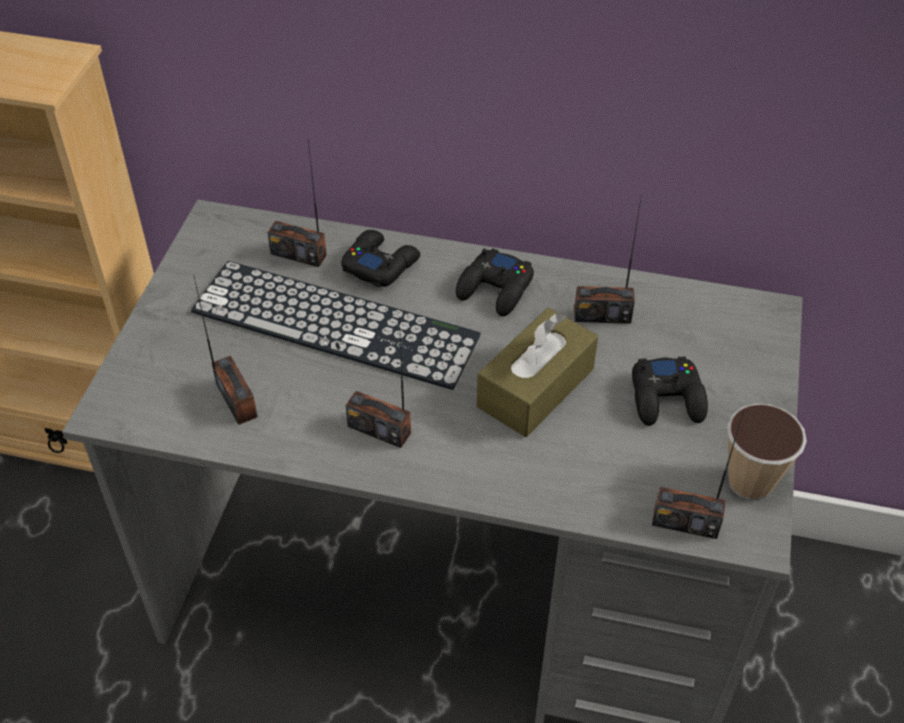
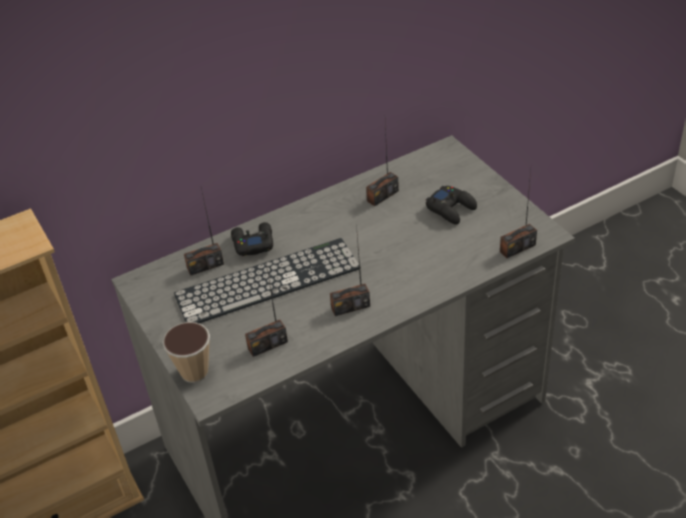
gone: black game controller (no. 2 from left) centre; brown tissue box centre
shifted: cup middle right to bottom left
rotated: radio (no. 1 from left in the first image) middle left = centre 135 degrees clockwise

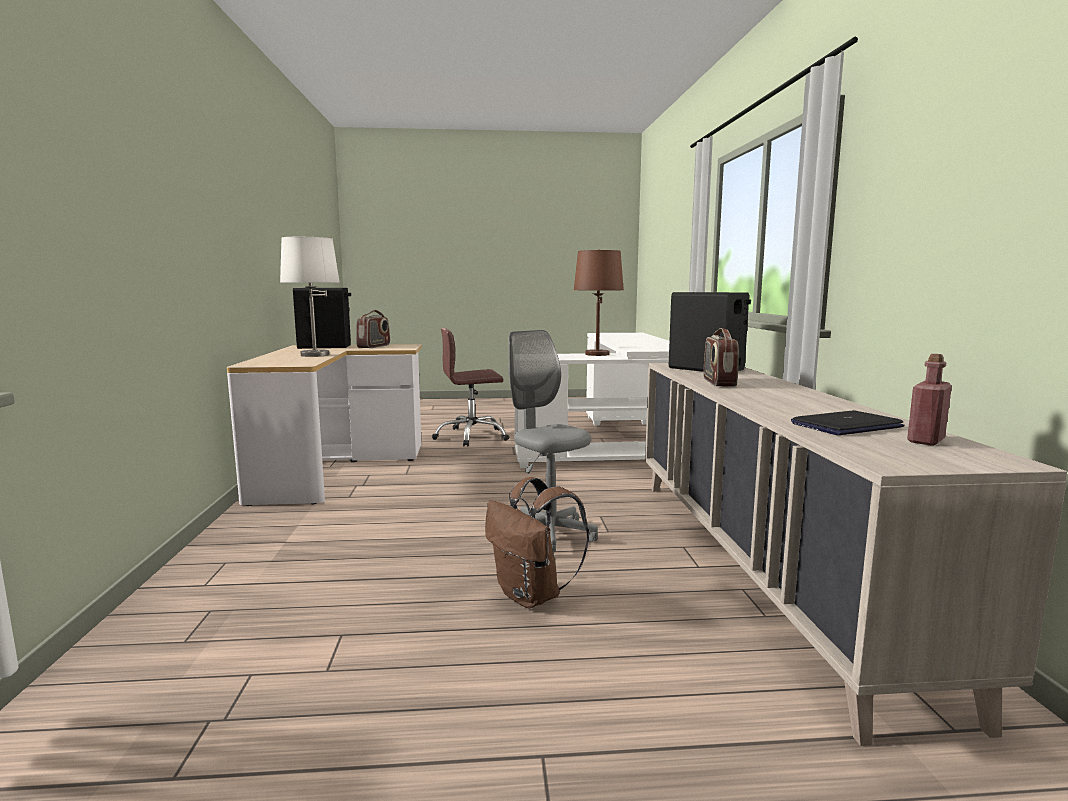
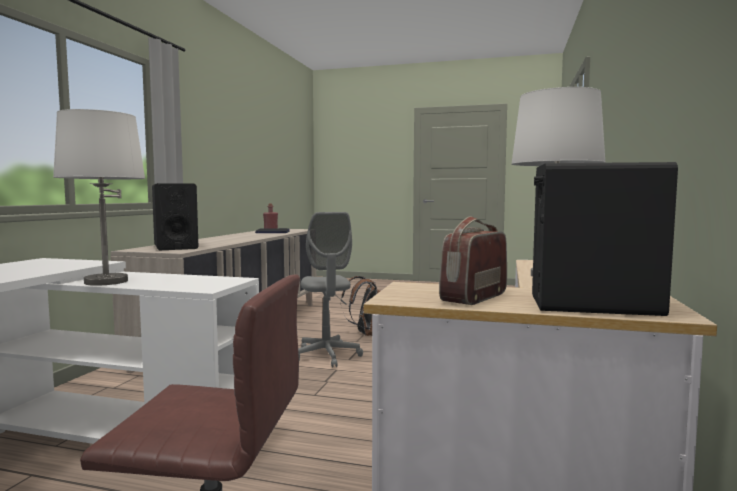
gone: radio (no. 2 from left) middle right
repainted: brown table lamp centre to white table lamp (no. 1 from left) middle left

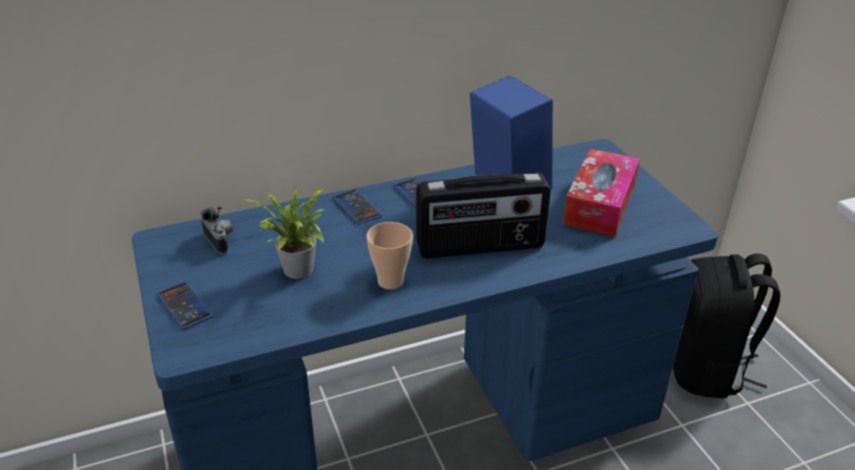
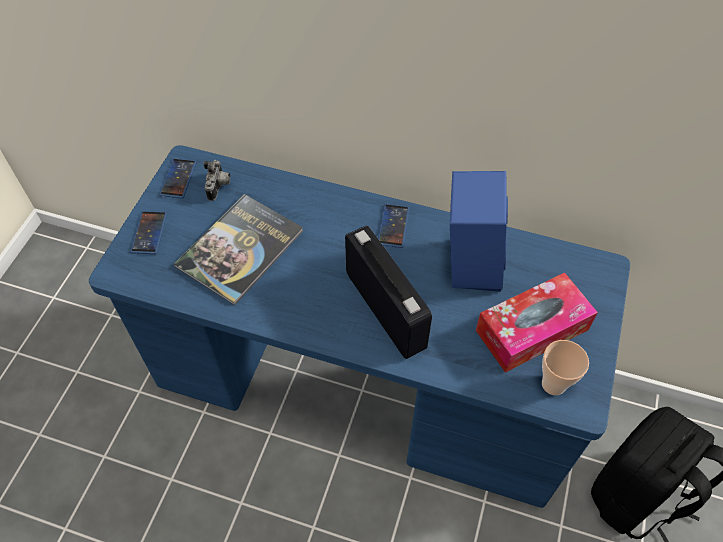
shifted: phone (no. 2 from left) centre to top left; cup centre to bottom right
swapped: potted plant middle left to book middle left
rotated: radio centre = centre 150 degrees counterclockwise

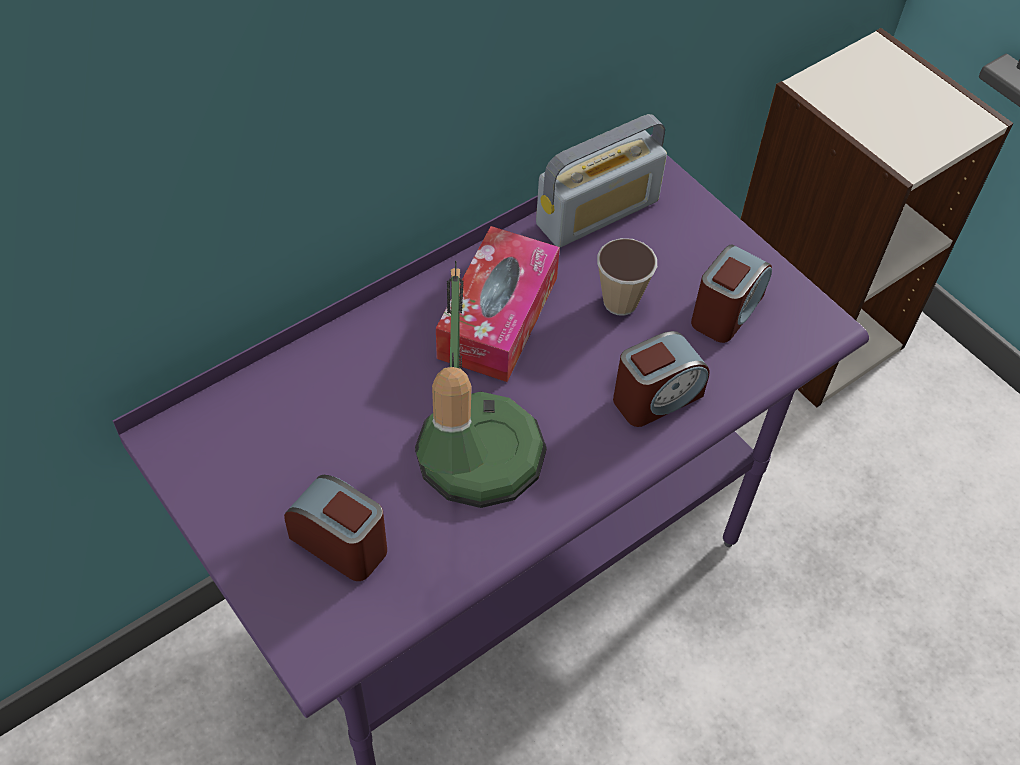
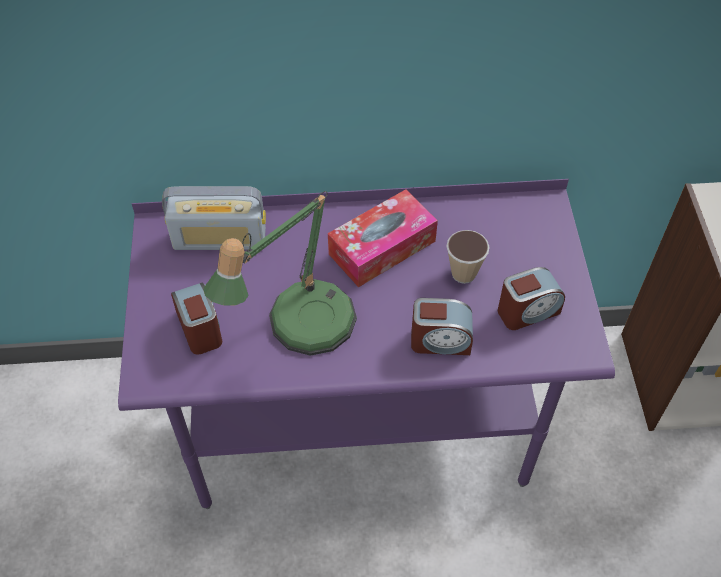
shifted: radio top centre to middle left

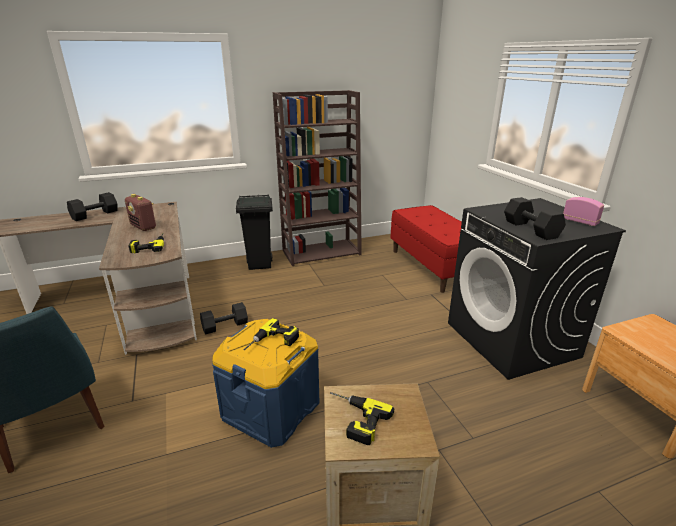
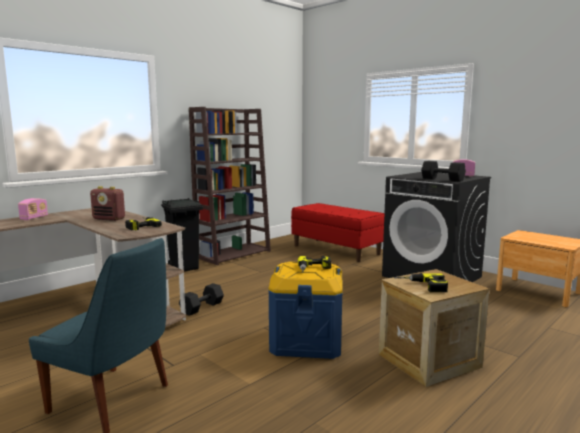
swapped: black dumbbell (no. 1 from left) middle left to radio (no. 1 from left) middle left

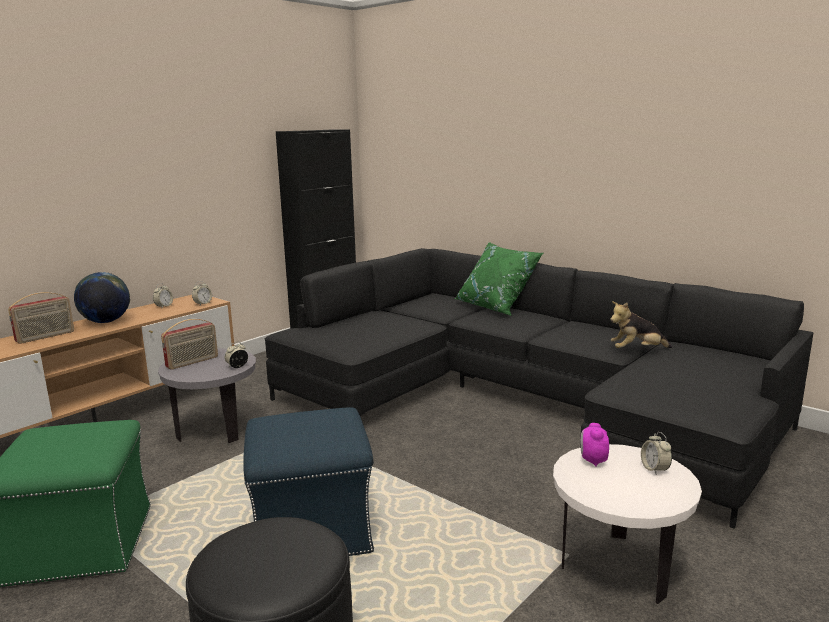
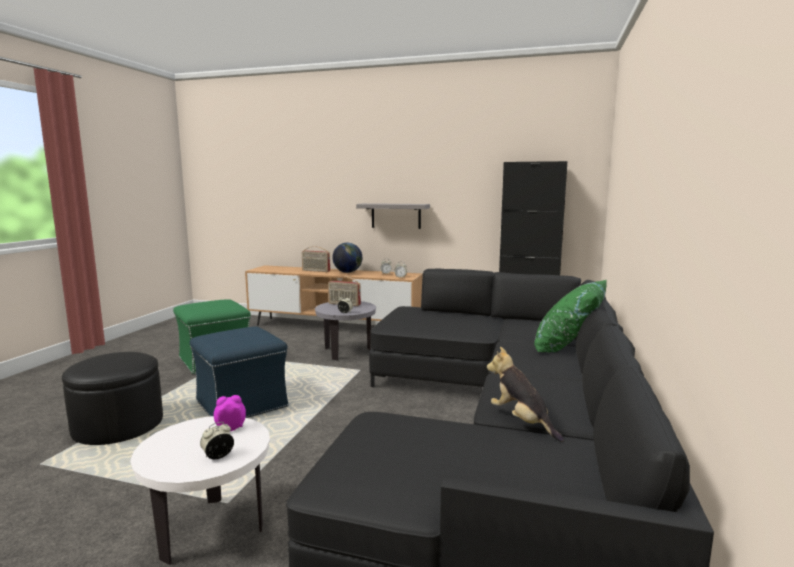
new: grey shelf centre

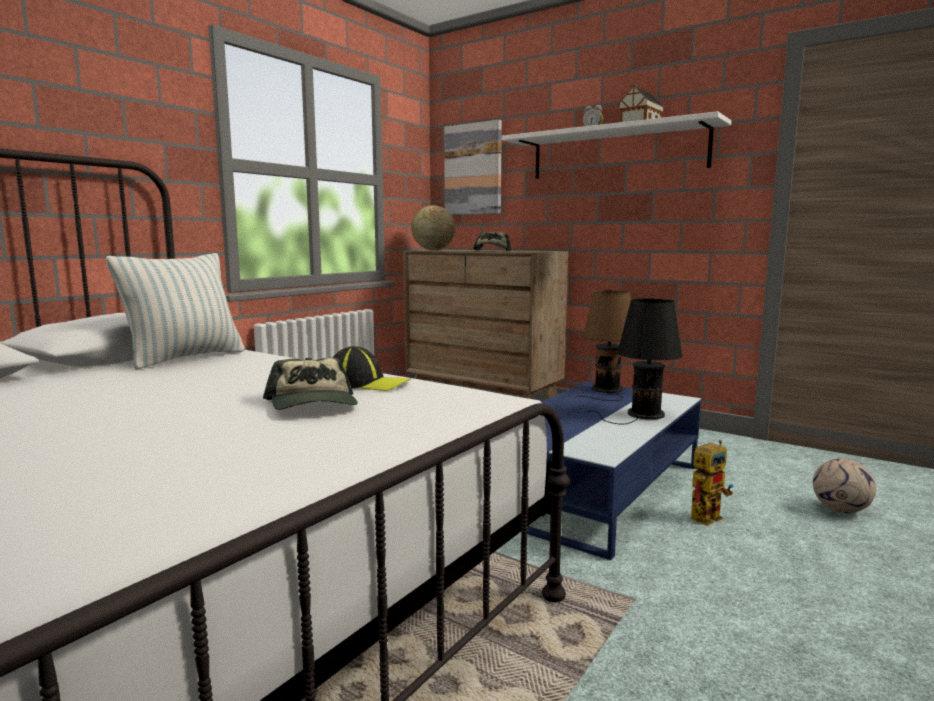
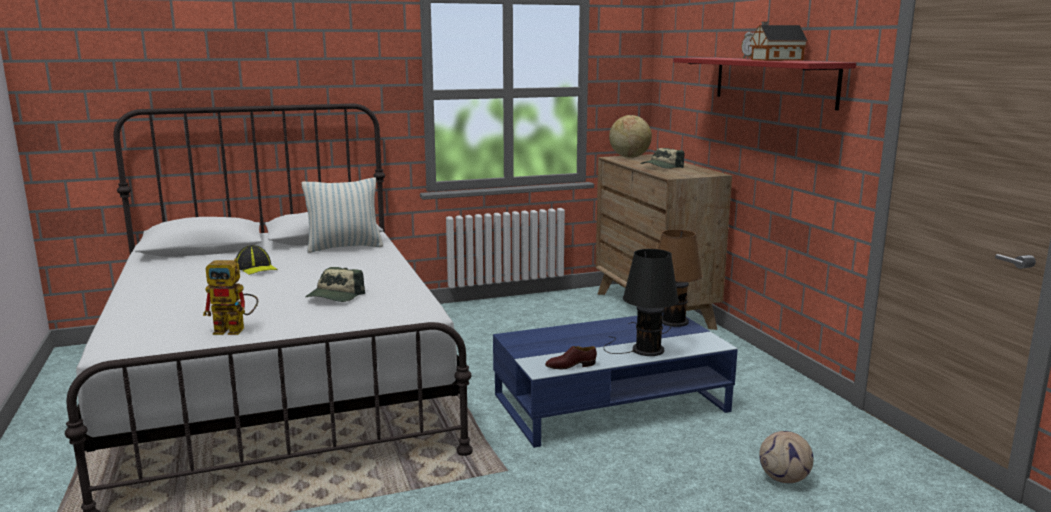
gone: picture top centre
new: brown shoe bottom centre
shifted: toy robot bottom right to middle left; cap (no. 2 from left in the first image) centre to cap (no. 1 from left) middle left
repainted: white shelf top centre to red shelf top right

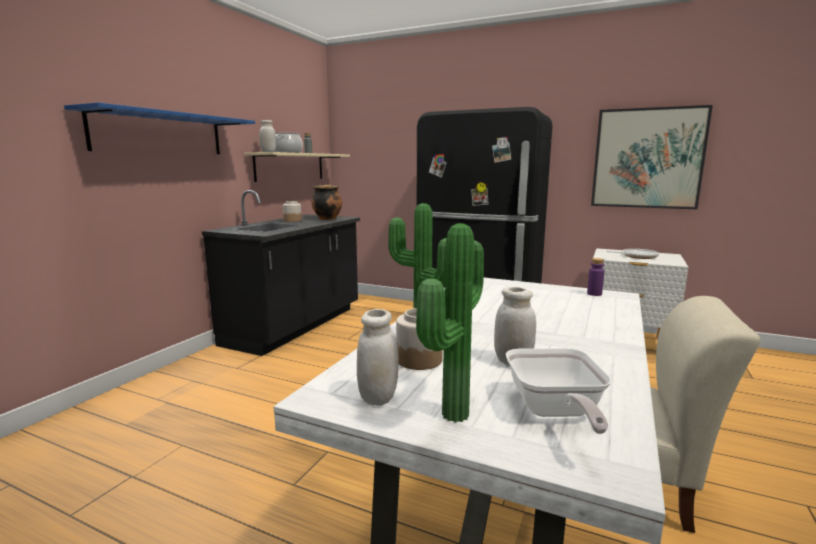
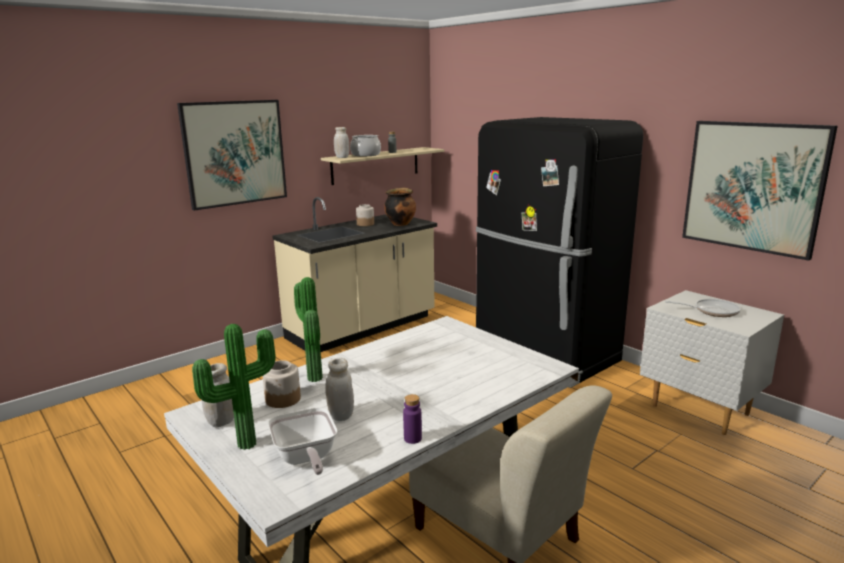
shifted: purple bottle middle right to bottom centre
swapped: blue shelf top left to picture (no. 1 from left) top left
repainted: black counter centre to beige counter centre
rotated: frying pan (no. 1 from left) bottom right = bottom centre 45 degrees counterclockwise

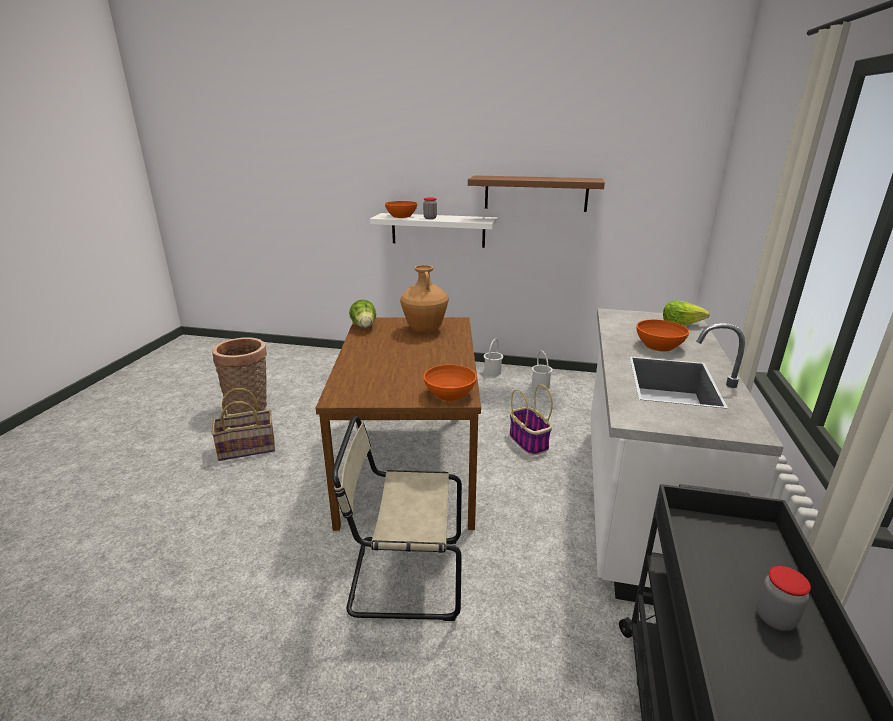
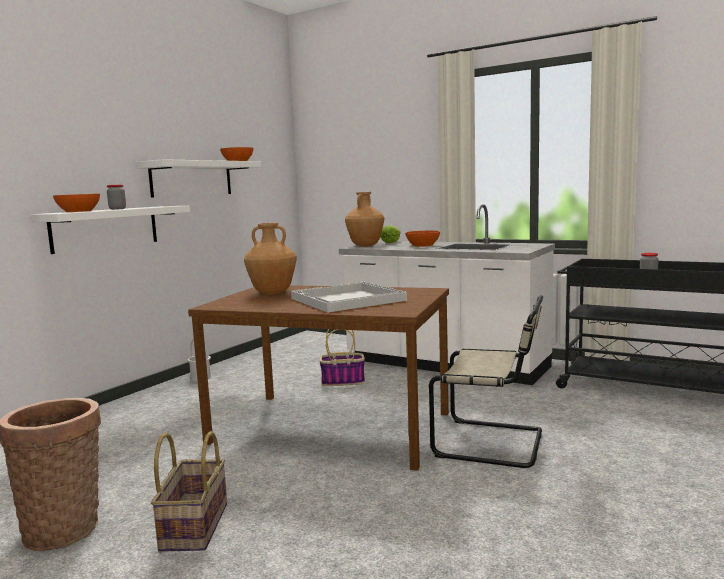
gone: lettuce (no. 1 from left) centre; white bucket (no. 2 from left) centre
new: white tray centre; brown vase (no. 2 from left) centre
shifted: orange bowl (no. 2 from left) centre to top left
repainted: brown shelf top centre to white shelf (no. 2 from left) top left
rotated: beige chair bottom centre = middle right 90 degrees counterclockwise

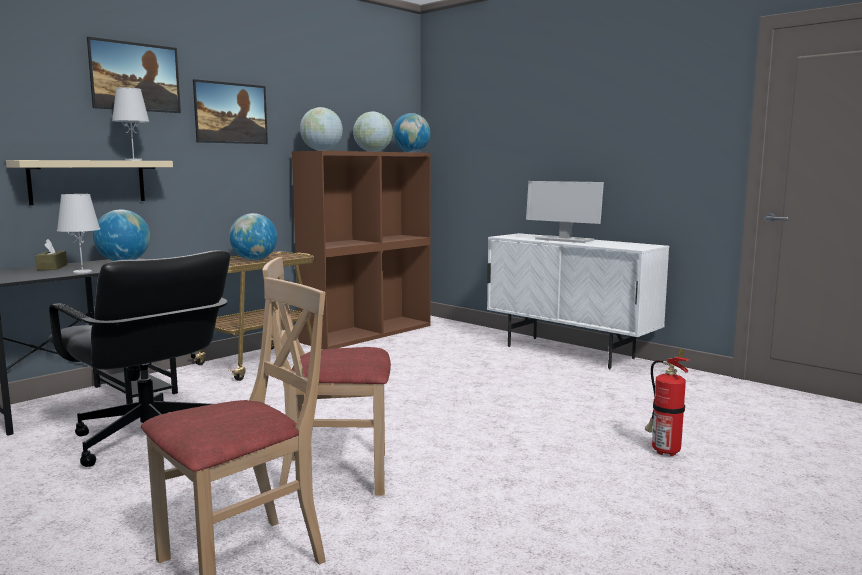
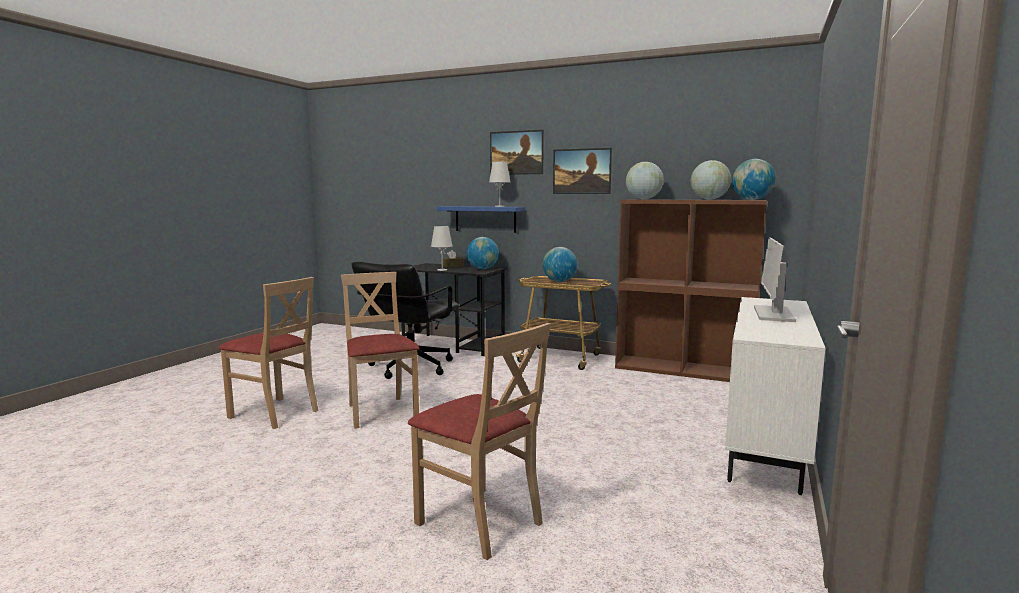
swapped: fire extinguisher bottom right to beige chair (no. 3 from left) bottom centre
repainted: beige shelf top left to blue shelf centre

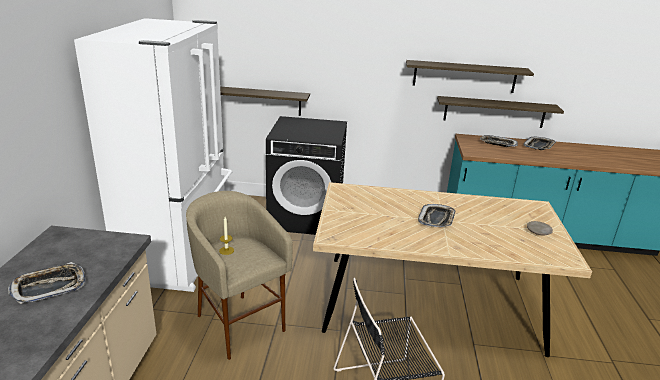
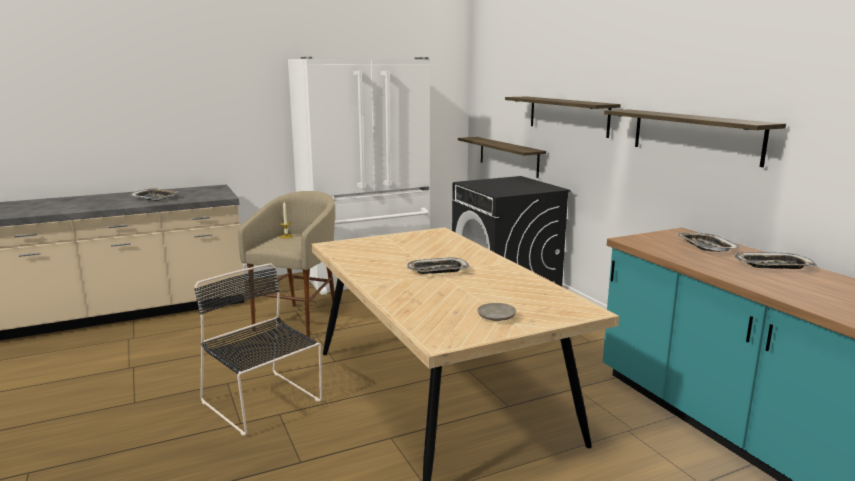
shifted: shelf (no. 3 from left in the first image) top right to shelf (no. 2 from left) top centre

